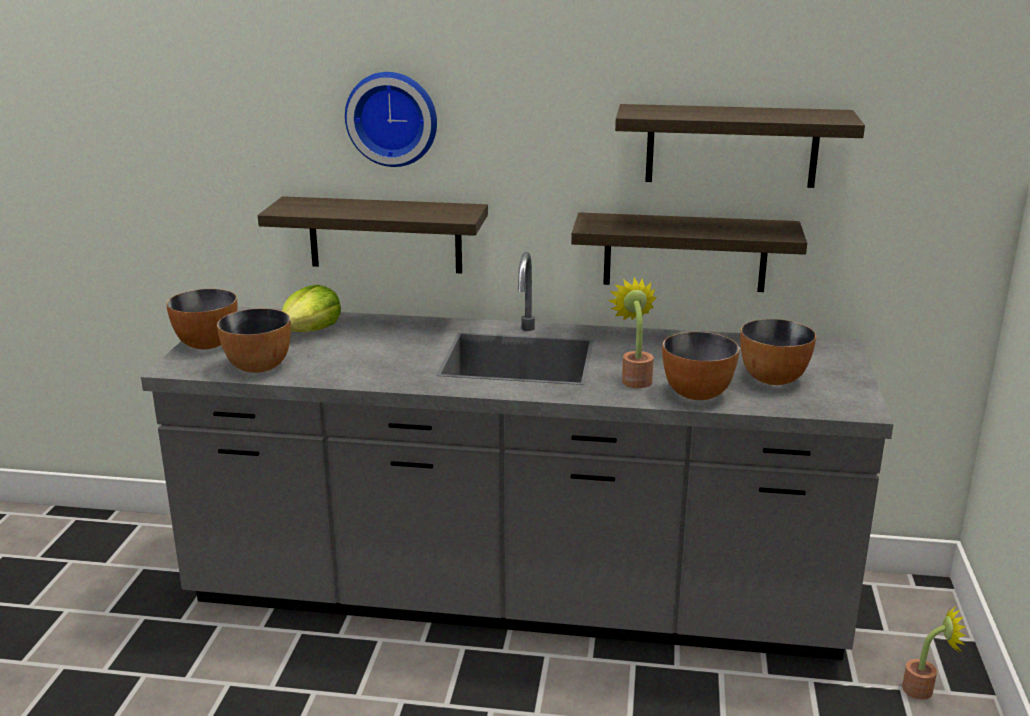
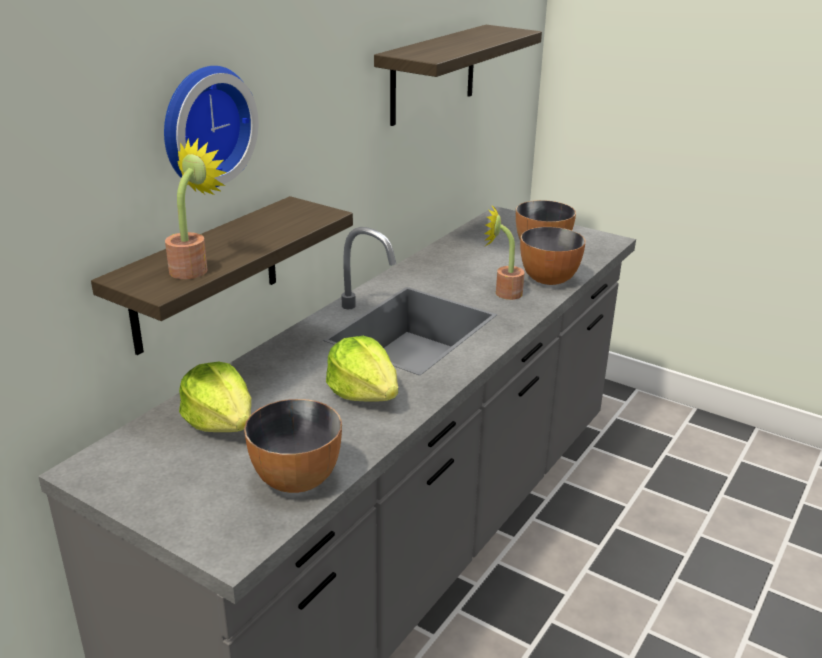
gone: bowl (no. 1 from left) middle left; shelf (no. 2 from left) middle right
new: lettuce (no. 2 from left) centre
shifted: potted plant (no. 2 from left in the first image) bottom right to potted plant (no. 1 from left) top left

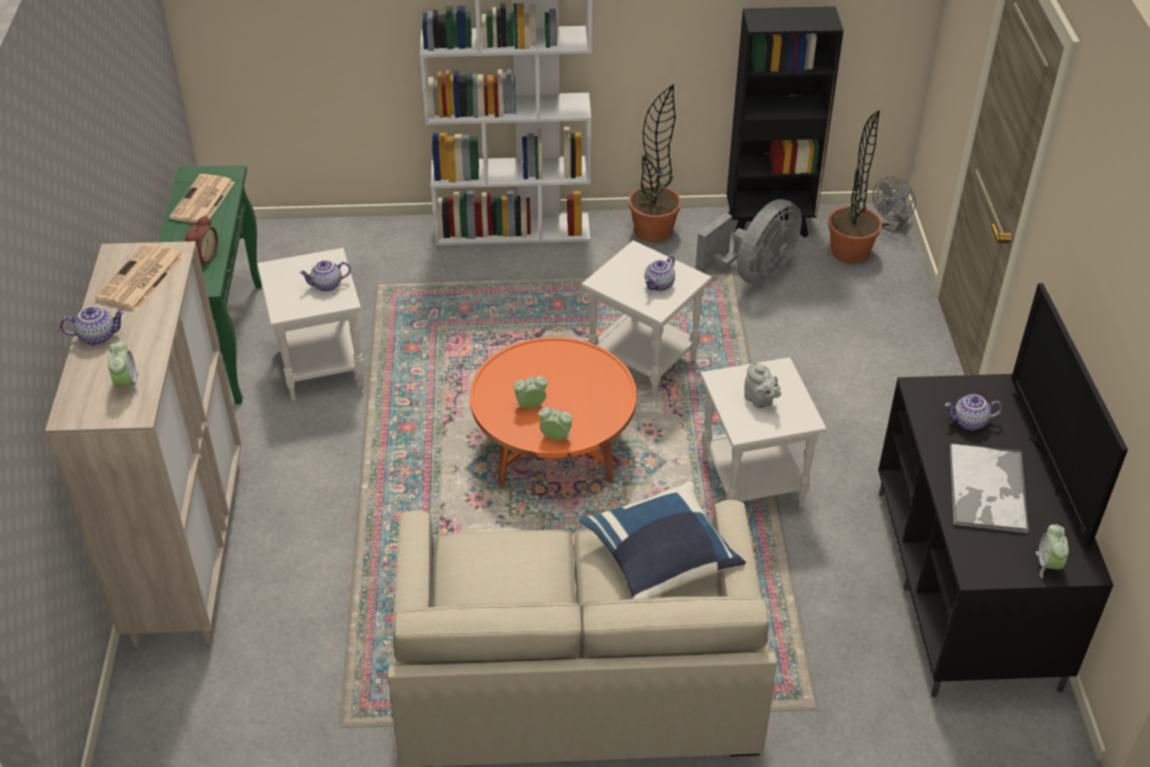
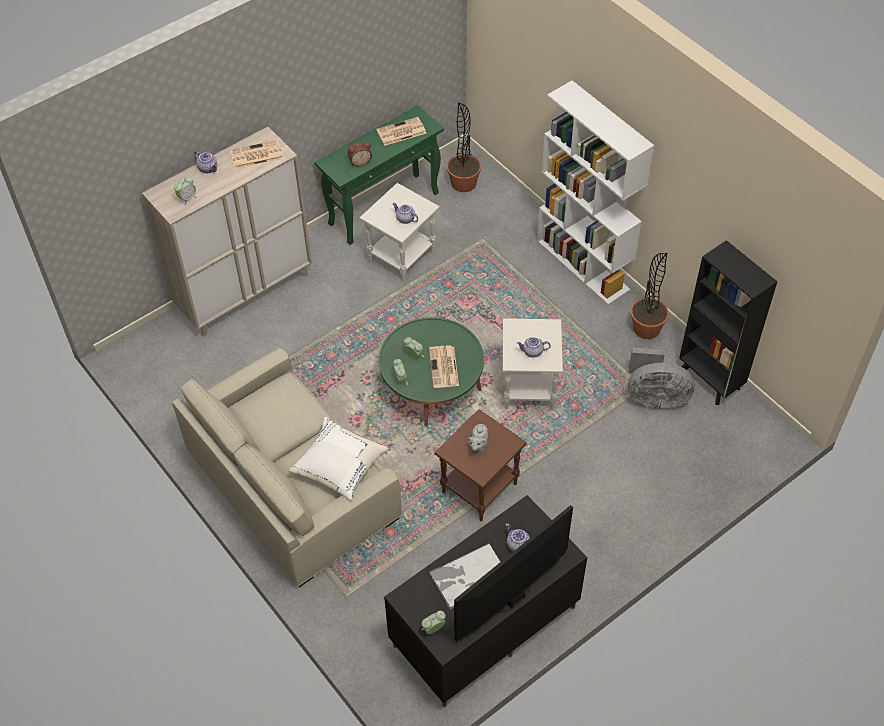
gone: grey fan (no. 2 from left) top right
new: newspaper (no. 3 from left) centre
shifted: potted plant (no. 2 from left in the first image) top right to potted plant (no. 1 from left) top centre
repainted: blue pillow bottom centre to white pillow centre; orange coffee table centre to green coffee table centre; white side table (no. 3 from left) centre to brown side table centre

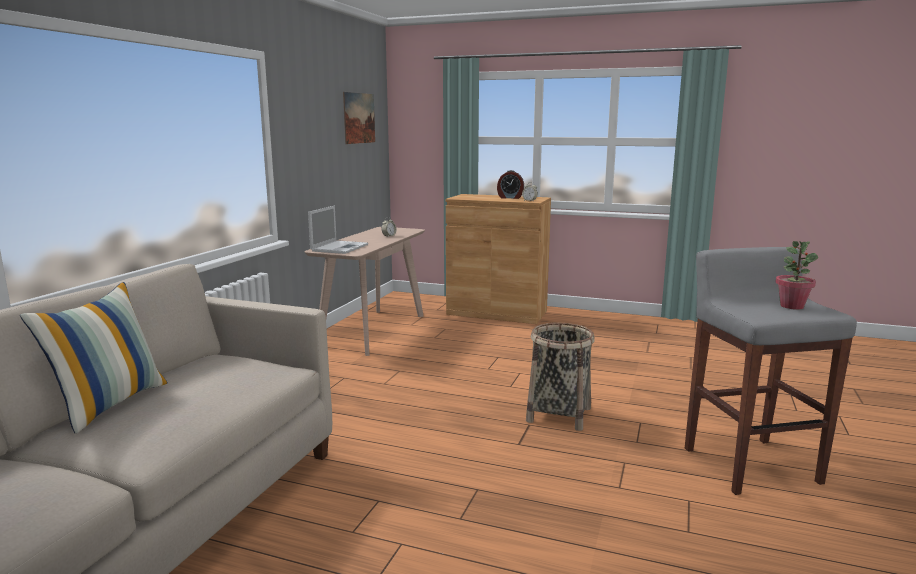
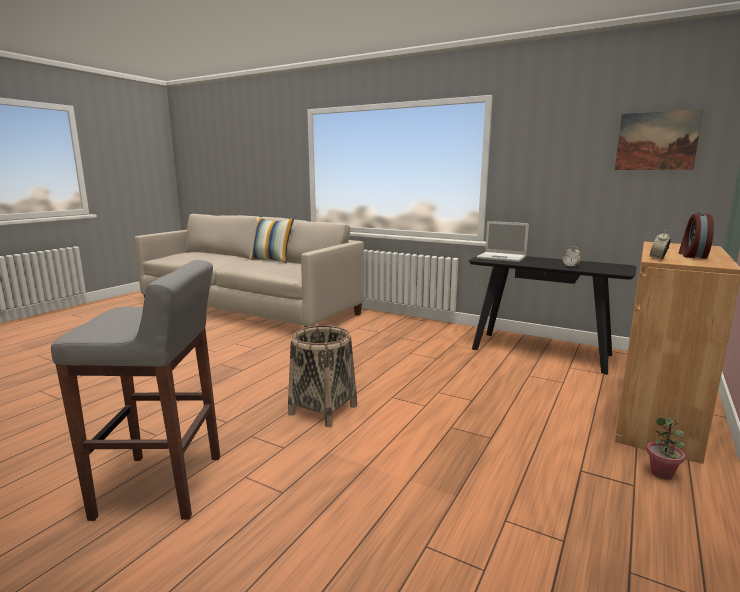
shifted: potted plant middle right to bottom right
repainted: beige console table centre to black console table middle right

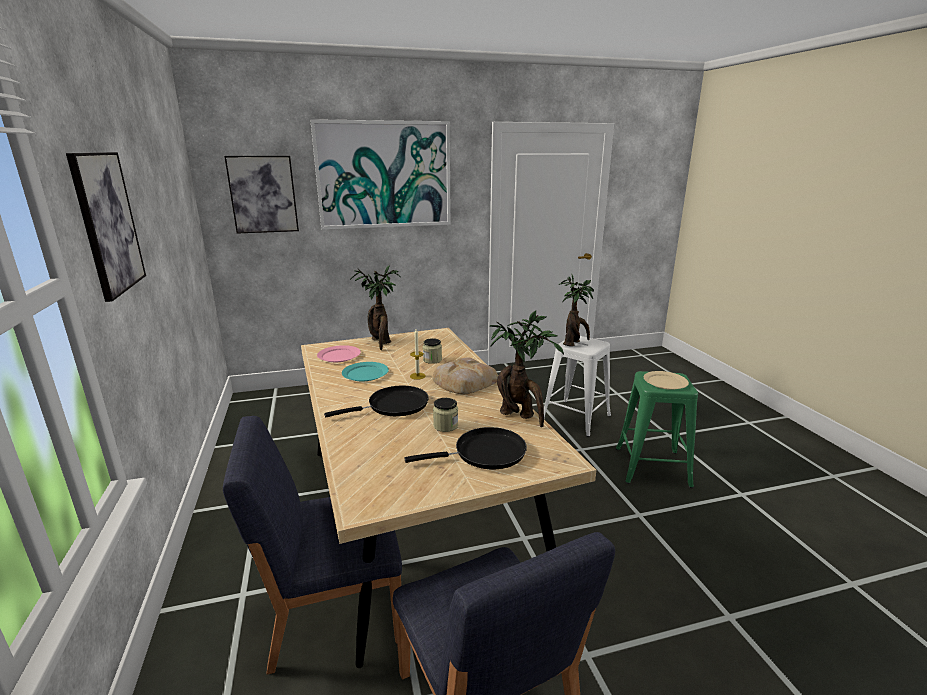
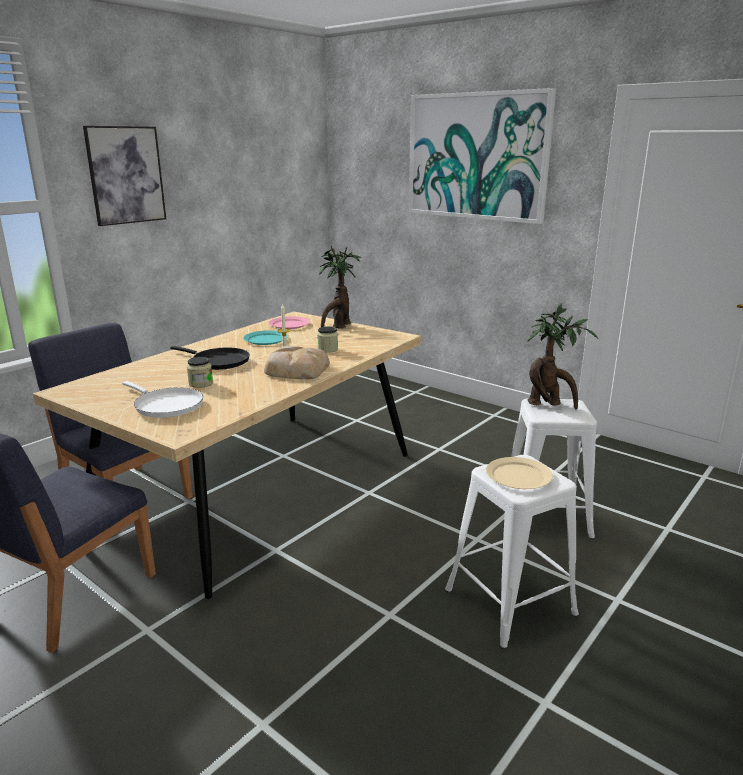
gone: picture (no. 2 from left) top left; potted plant (no. 2 from left) centre
repainted: black frying pan (no. 2 from left) centre to white frying pan middle left; green stool middle right to white stool (no. 1 from left) bottom right

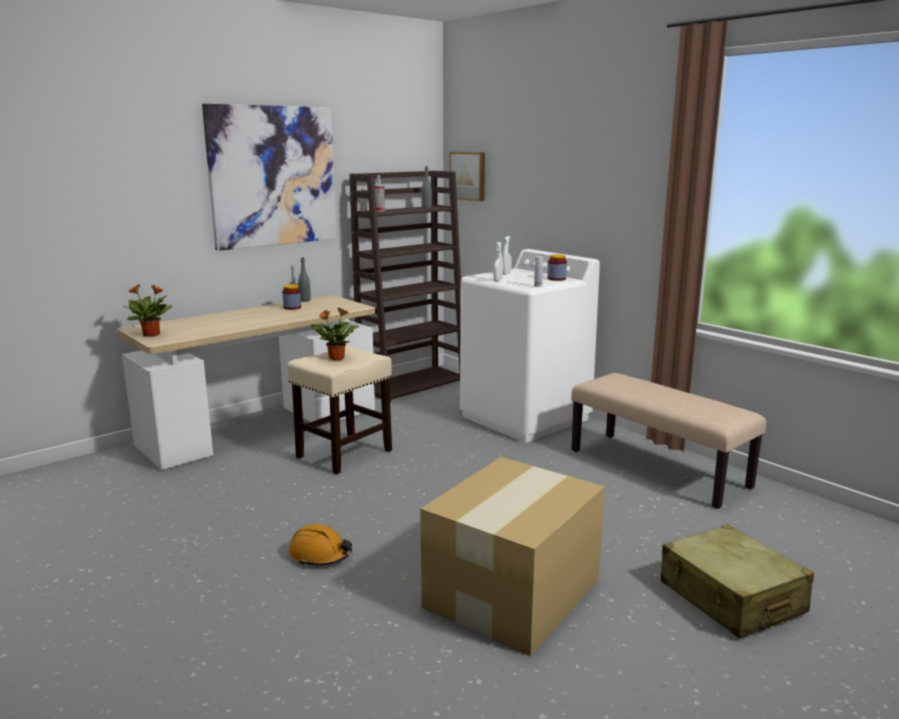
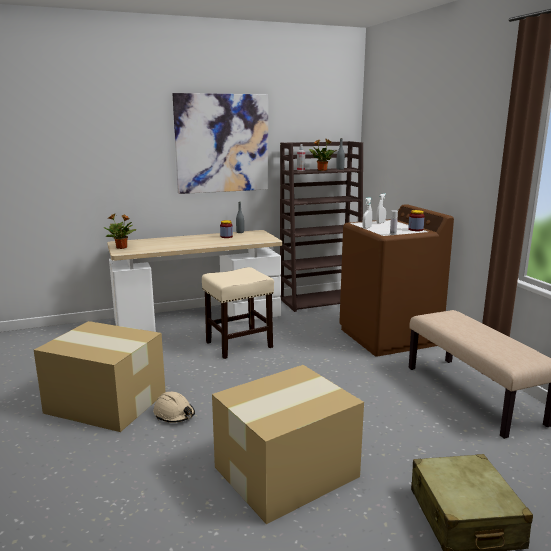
gone: picture (no. 2 from left) top centre
new: cardboard box (no. 1 from left) bottom left
shifted: potted plant (no. 2 from left) centre to top centre
repainted: orange hard hat bottom centre to beige hard hat bottom left; white washing machine centre to brown washing machine middle right

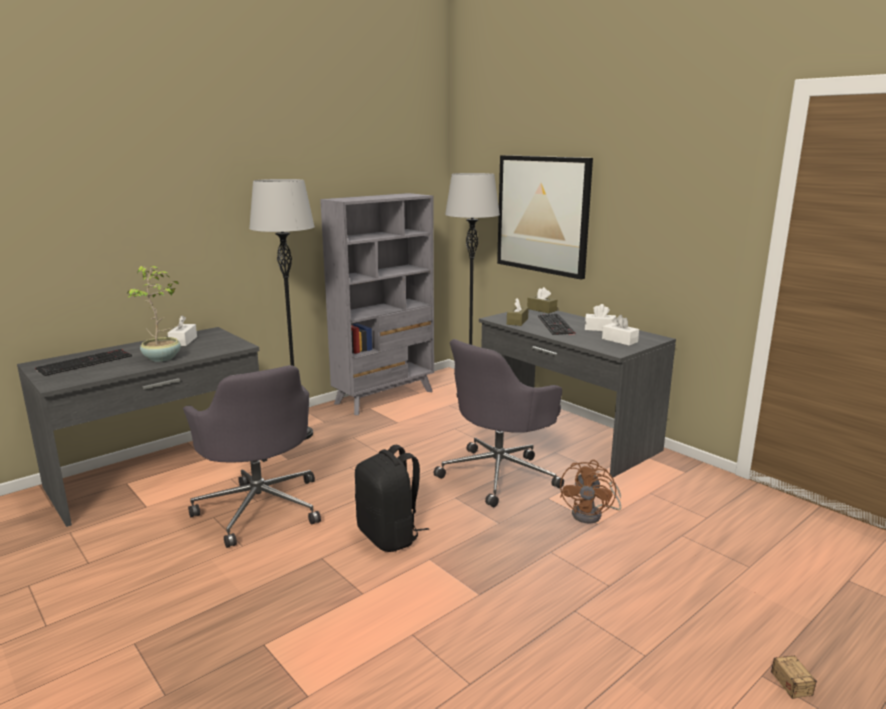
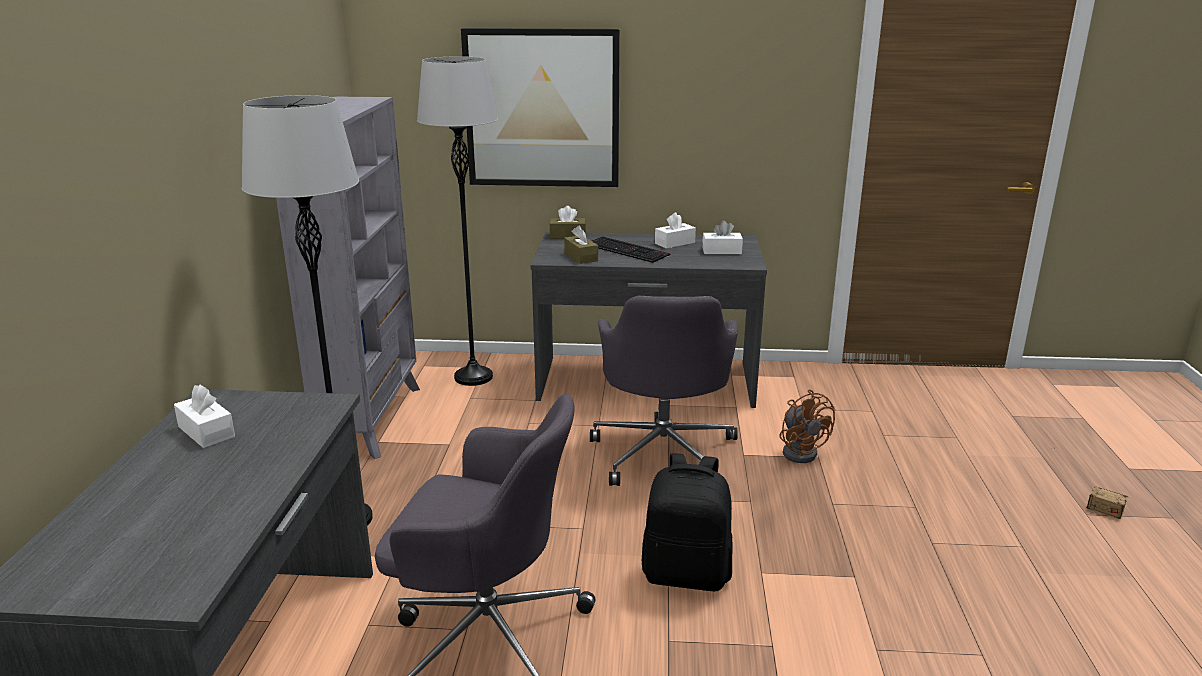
gone: keyboard (no. 1 from left) middle left; potted plant middle left

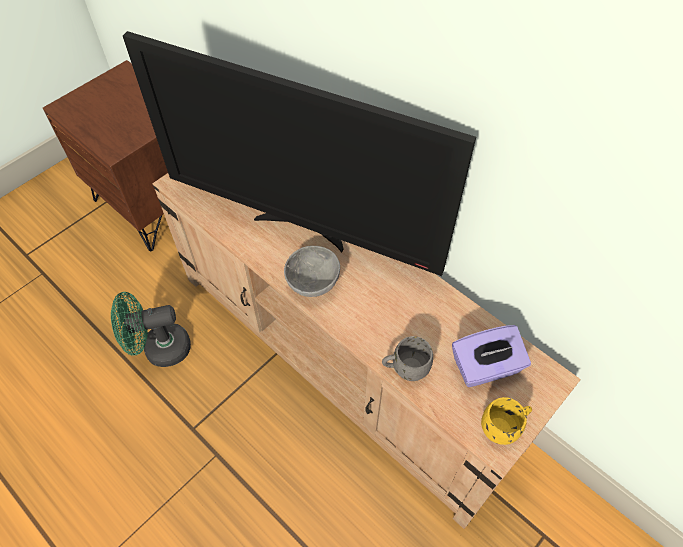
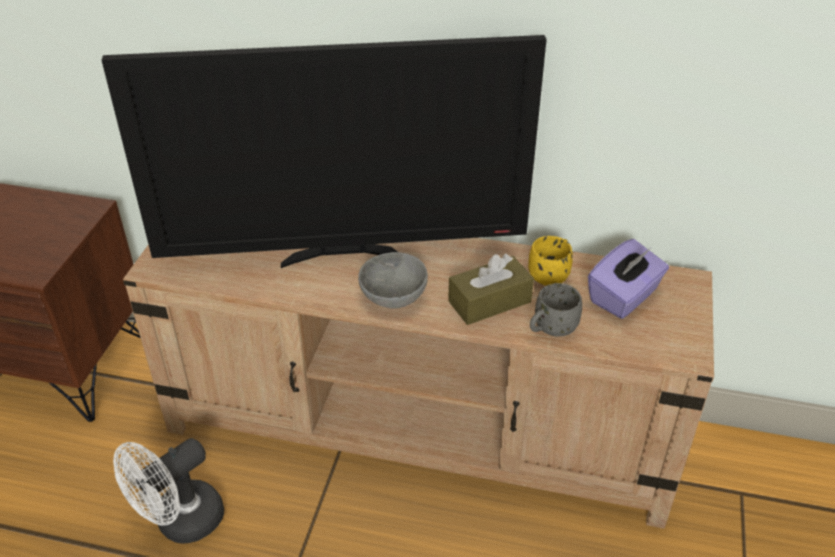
new: brown tissue box centre
shifted: yellow mug bottom right to centre
repainted: green fan middle left to white fan bottom left

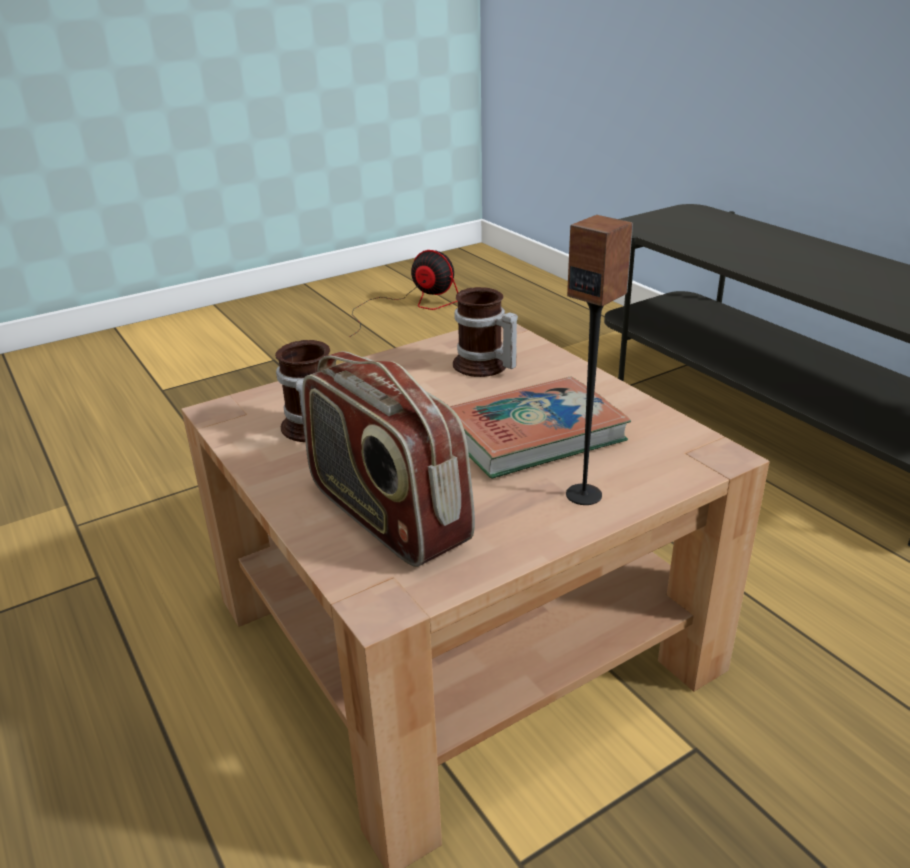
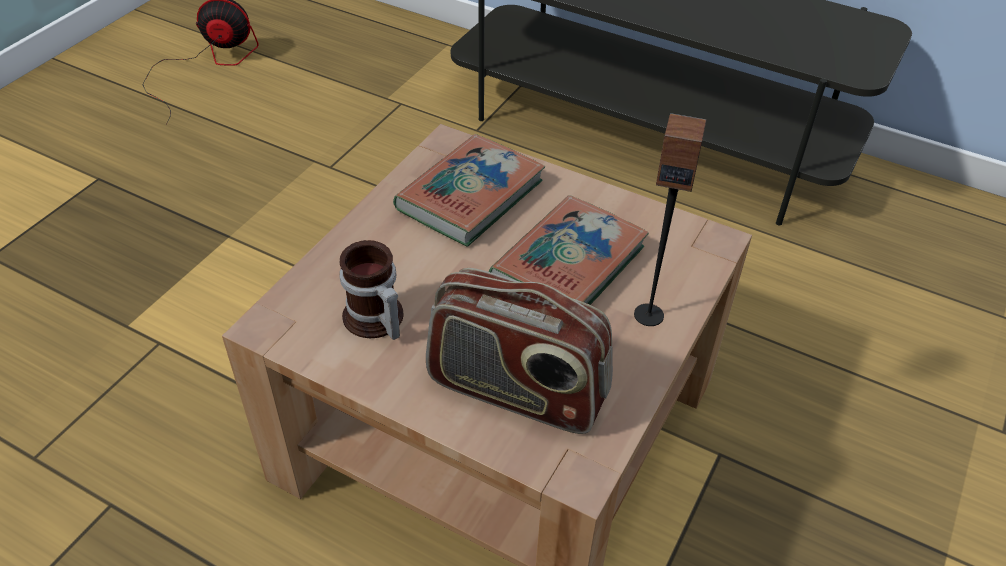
swapped: mug (no. 2 from left) centre to book (no. 1 from left) centre

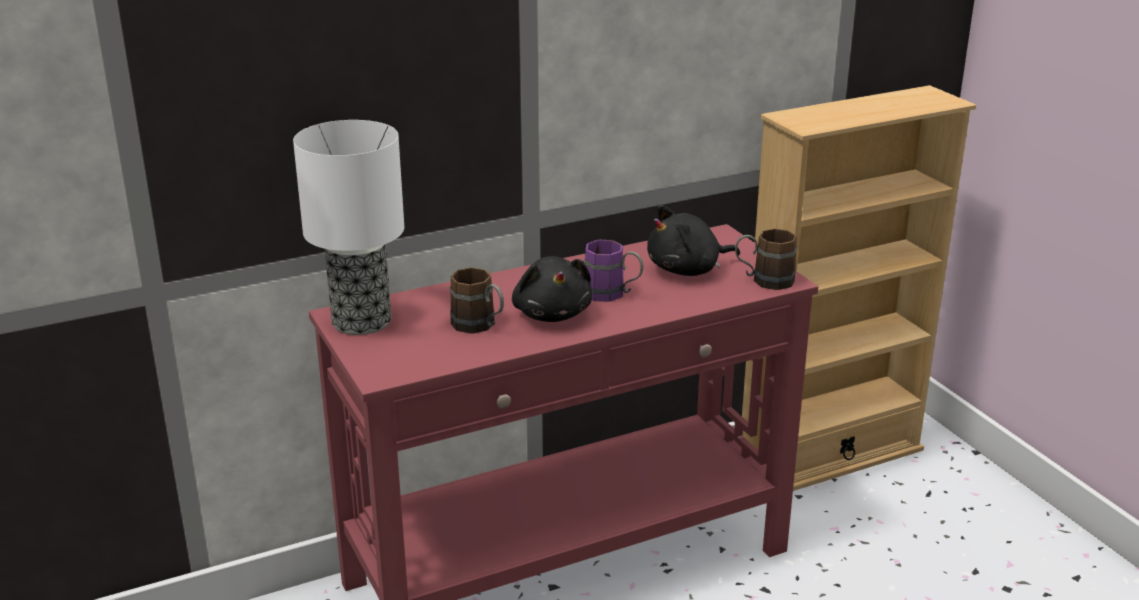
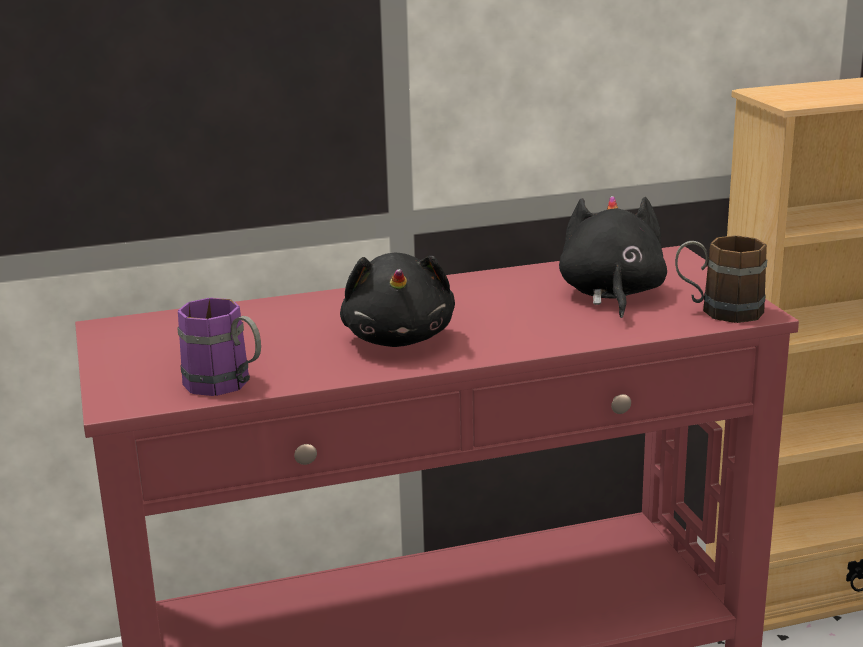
gone: table lamp middle left; brown mug (no. 1 from left) centre
shifted: purple mug centre to middle left
rotated: black plush toy (no. 2 from left) centre = middle right 105 degrees clockwise

